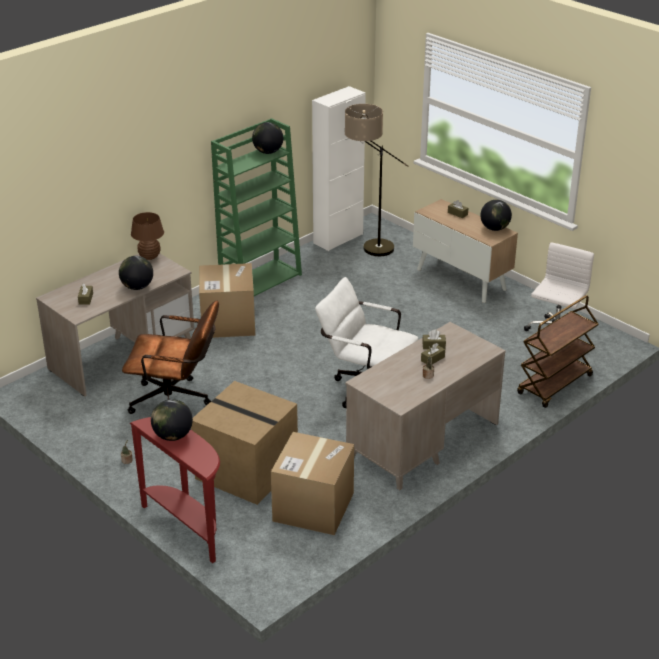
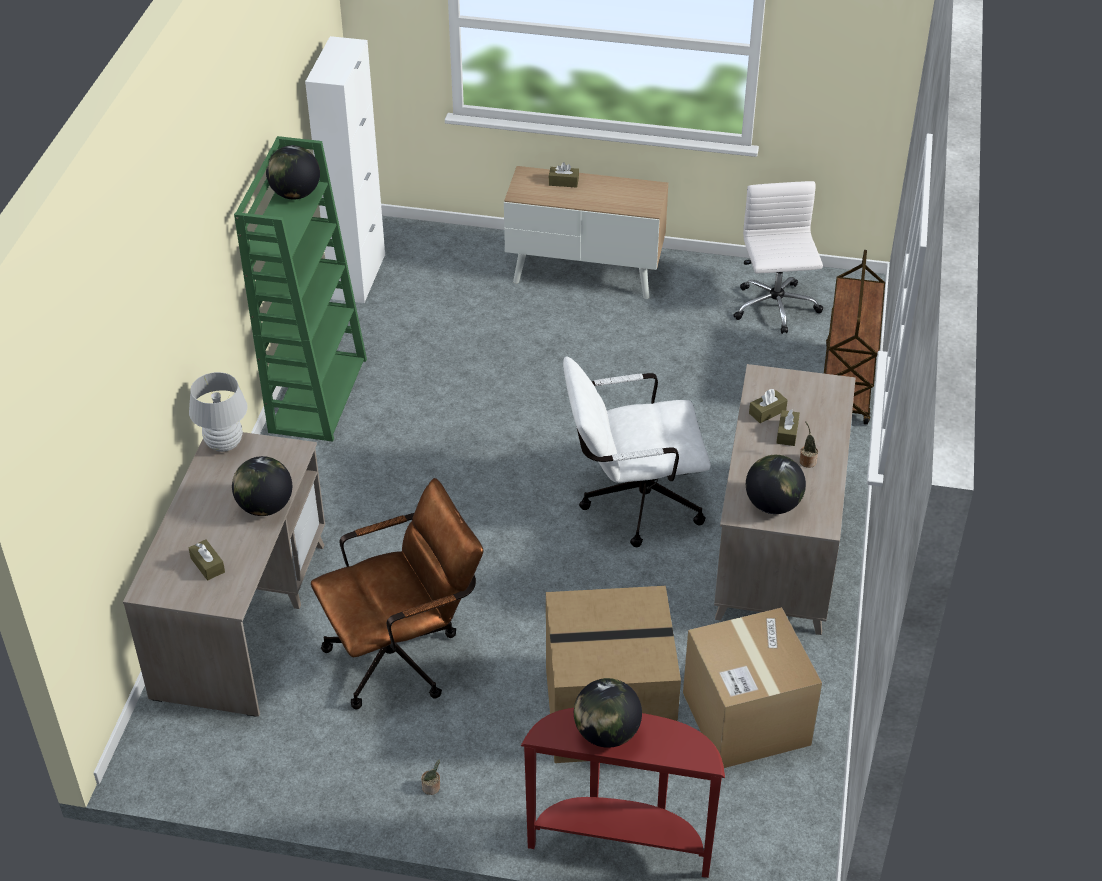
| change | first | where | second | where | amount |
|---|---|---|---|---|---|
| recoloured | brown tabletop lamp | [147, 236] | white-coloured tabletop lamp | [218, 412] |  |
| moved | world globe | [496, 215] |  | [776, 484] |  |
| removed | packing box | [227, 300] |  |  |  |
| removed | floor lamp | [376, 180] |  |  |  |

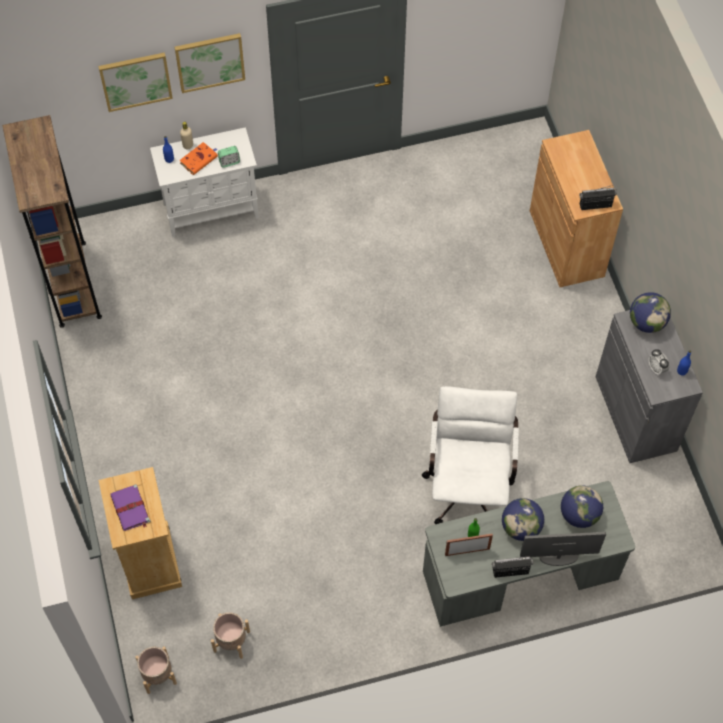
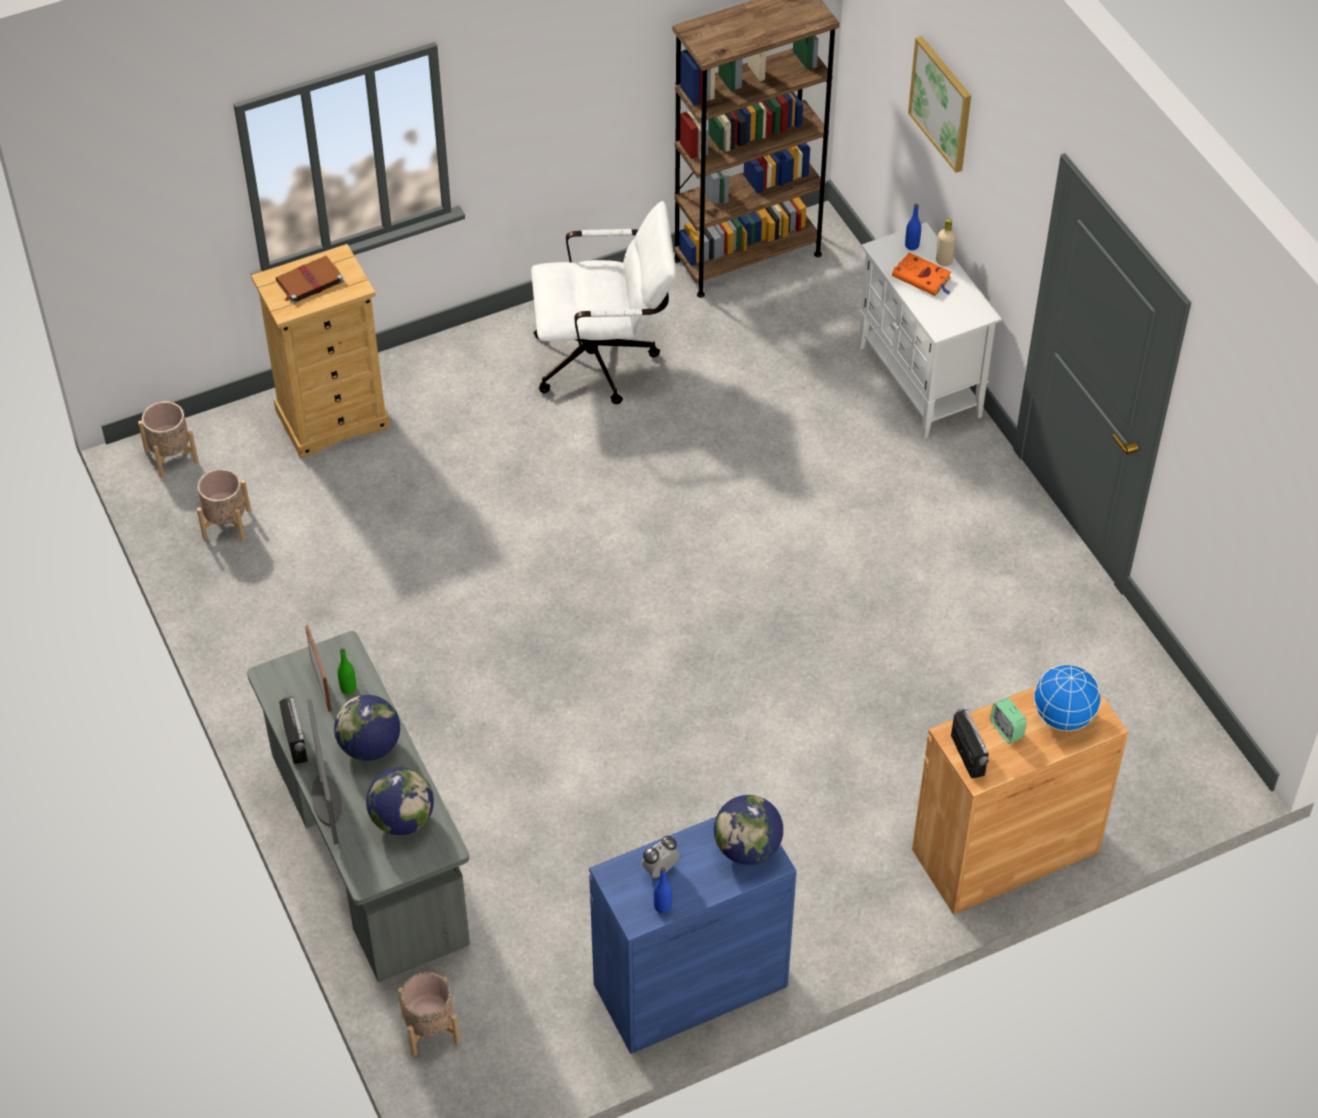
| change | first | where | second | where | amount |
|---|---|---|---|---|---|
| recoloured | purple volume | [130, 507] | brown volume | [310, 280] |  |
| added |  |  | sand-coloured flower pot | [429, 1014] |  |
| moved | white-coloured desk chair | [470, 455] |  | [603, 302] |  |
| recoloured | grey storage cabinet | [649, 386] | bluish storage cabinet | [693, 935] |  |
| moved | table clock | [229, 157] |  | [1008, 721] |  |
| added |  |  | world globe | [1067, 697] |  |
| removed | wall art | [210, 63] |  |  |  |

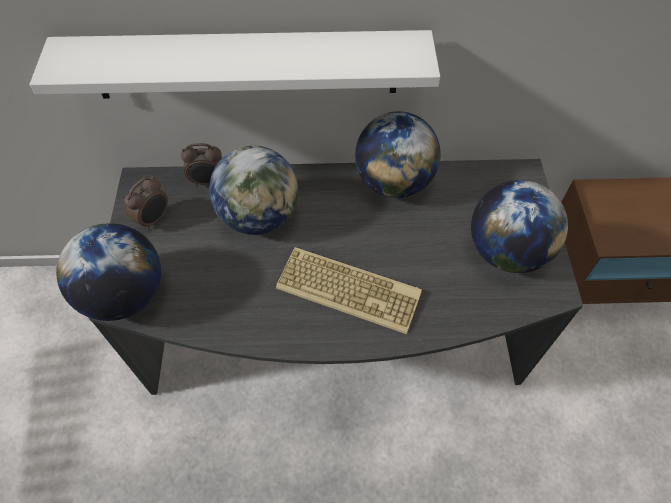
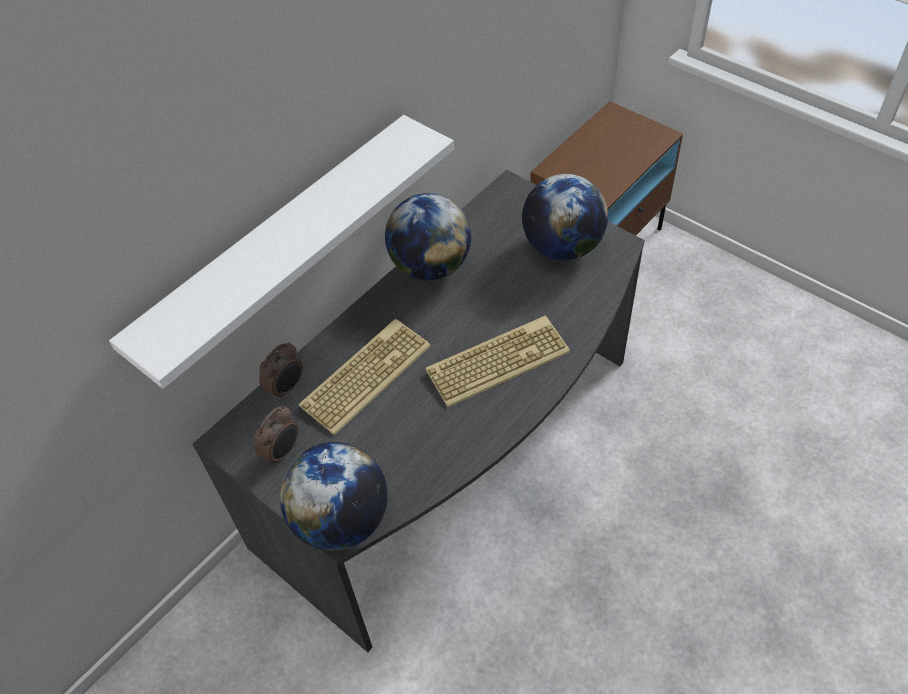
| change | first | where | second | where | amount |
|---|---|---|---|---|---|
| turned | table clock | [146, 203] |  | [276, 435] | 45 degrees clockwise |
| replaced | world globe | [253, 190] | keyboard | [365, 377] |  |

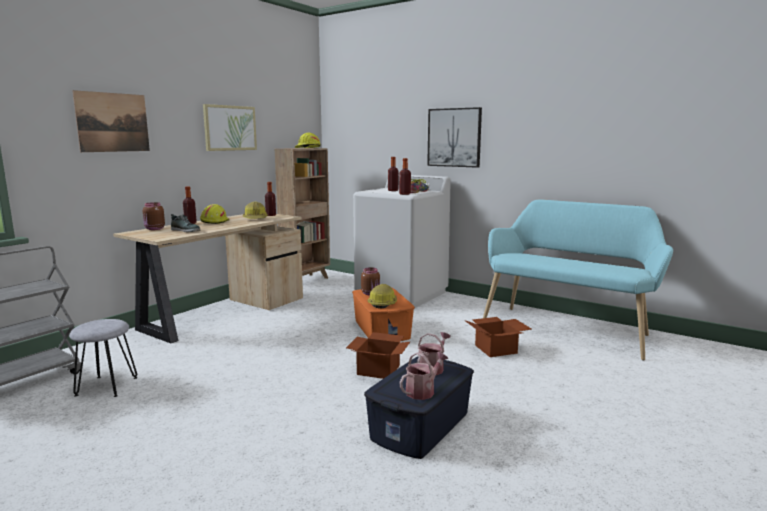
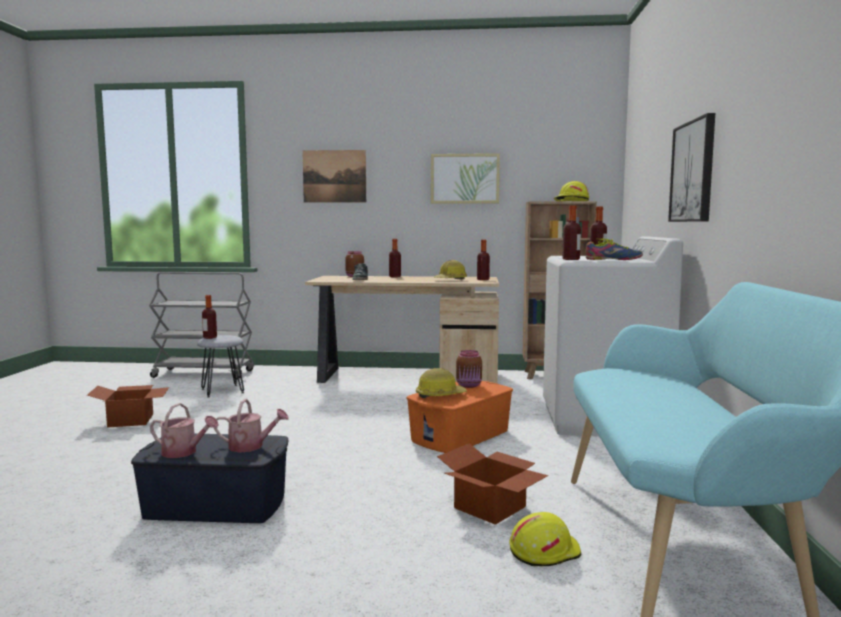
| change | first | where | second | where | amount |
|---|---|---|---|---|---|
| moved | packing box | [378, 355] |  | [128, 406] |  |
| added |  |  | drink bottle | [209, 317] |  |
| moved | yellow-coloured hard hat | [214, 214] |  | [545, 539] |  |

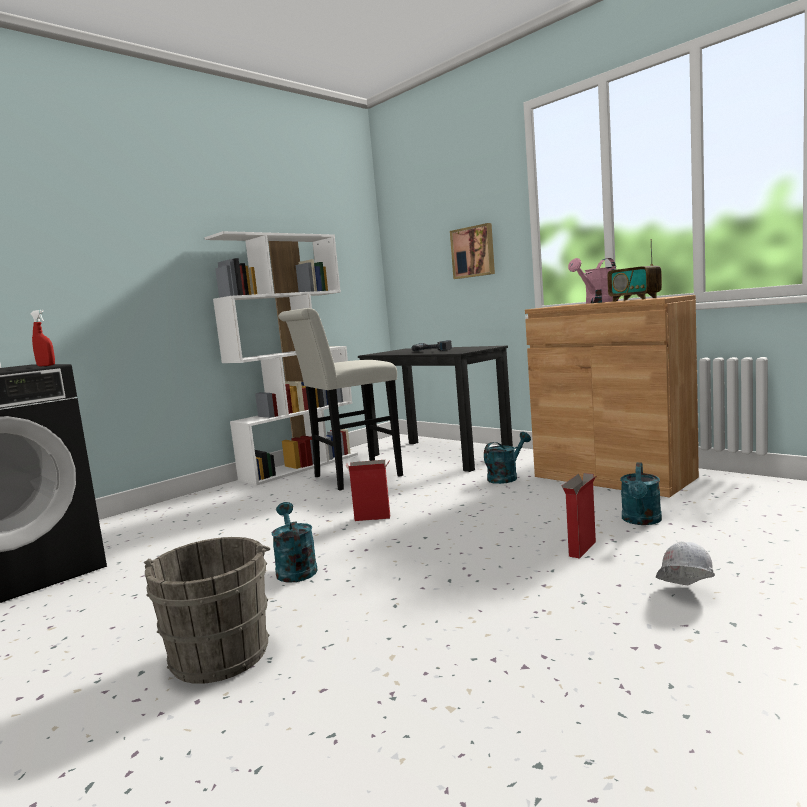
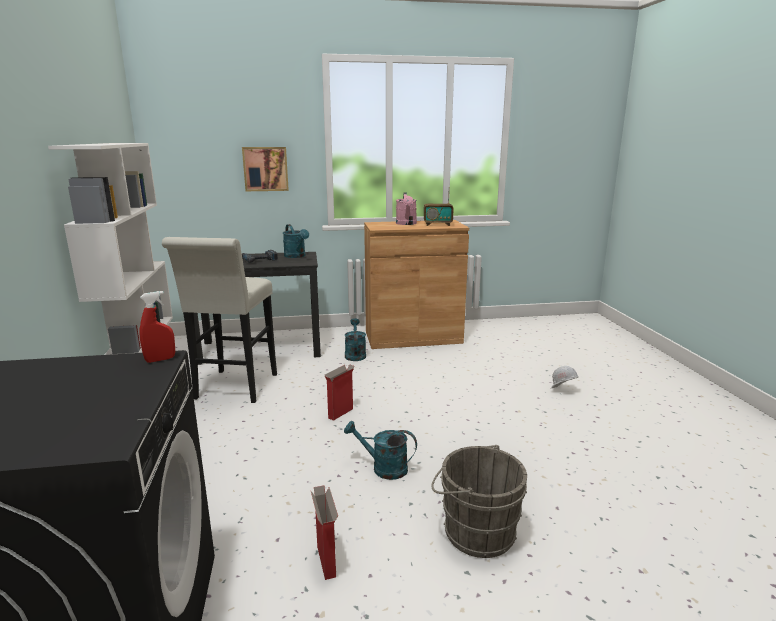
| change | first | where | second | where | amount |
|---|---|---|---|---|---|
| moved | turquoise watering can | [641, 494] |  | [296, 241] |  |
| moved | packing box | [579, 516] |  | [324, 532] |  |

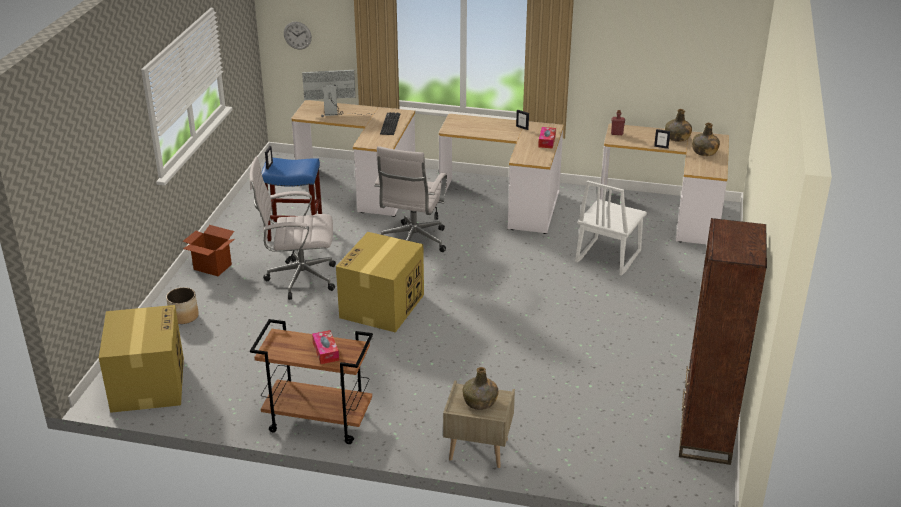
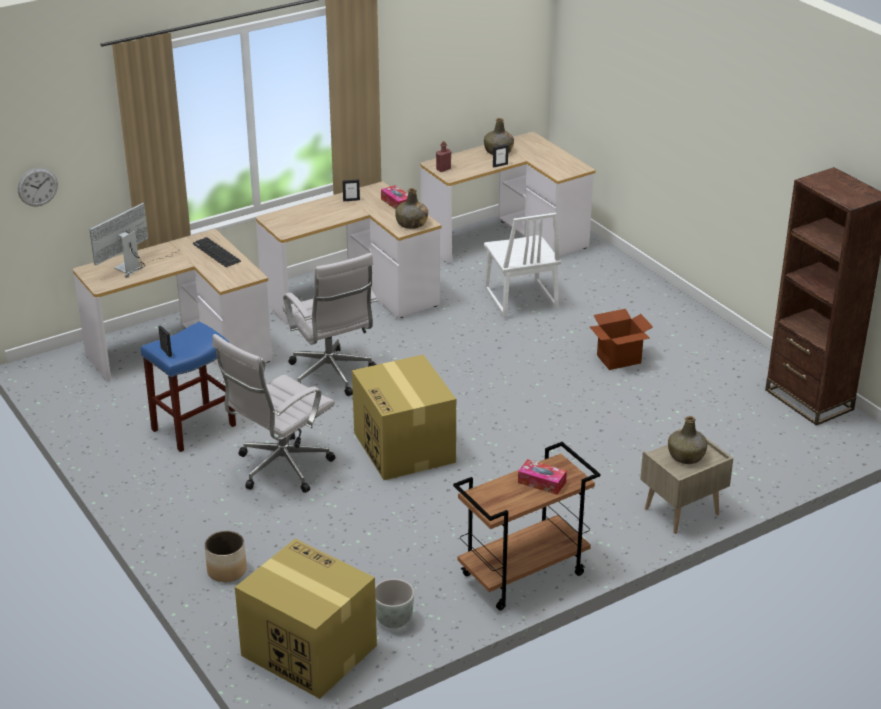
| change | first | where | second | where | amount |
|---|---|---|---|---|---|
| added |  |  | grey flower pot | [394, 603] |  |
| moved | green drink bottle | [706, 139] |  | [411, 208] |  |
| moved | packing box | [208, 250] |  | [621, 339] |  |

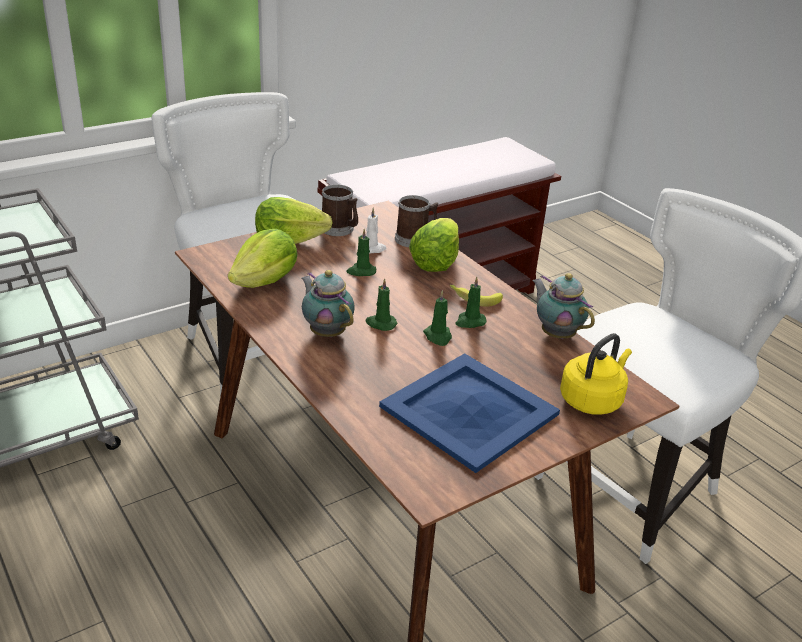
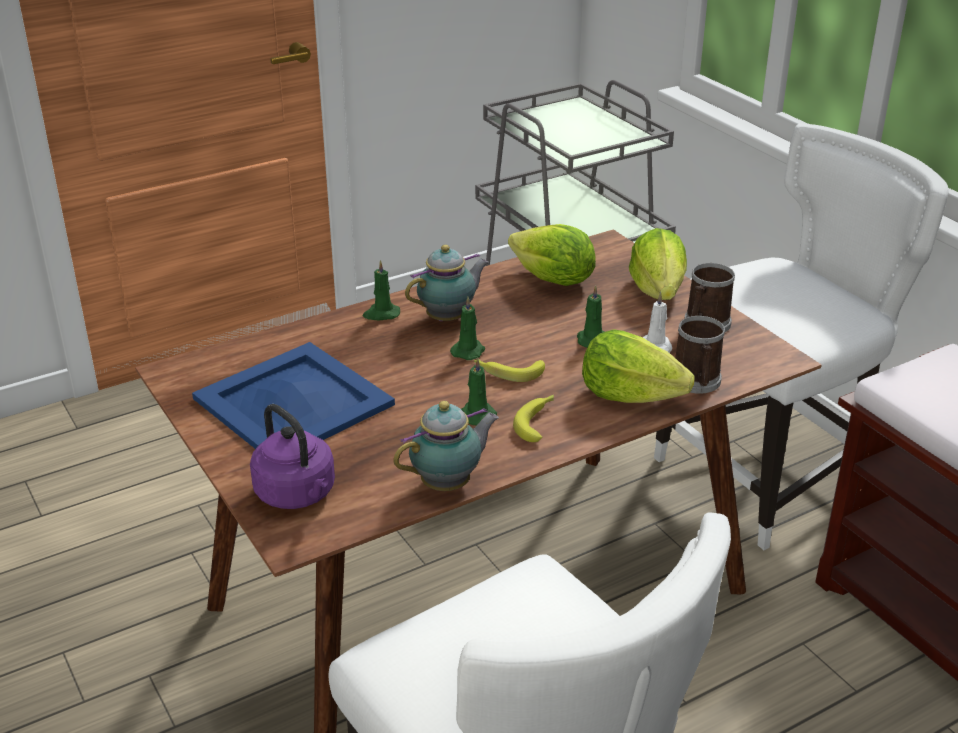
| change | first | where | second | where | amount |
|---|---|---|---|---|---|
| recoloured | yellow-coloured water kettle | [596, 374] | purple water kettle | [292, 456] |  |
| moved | green wax candle | [437, 318] |  | [381, 290] |  |
| added |  |  | banana fruit | [509, 371] |  |

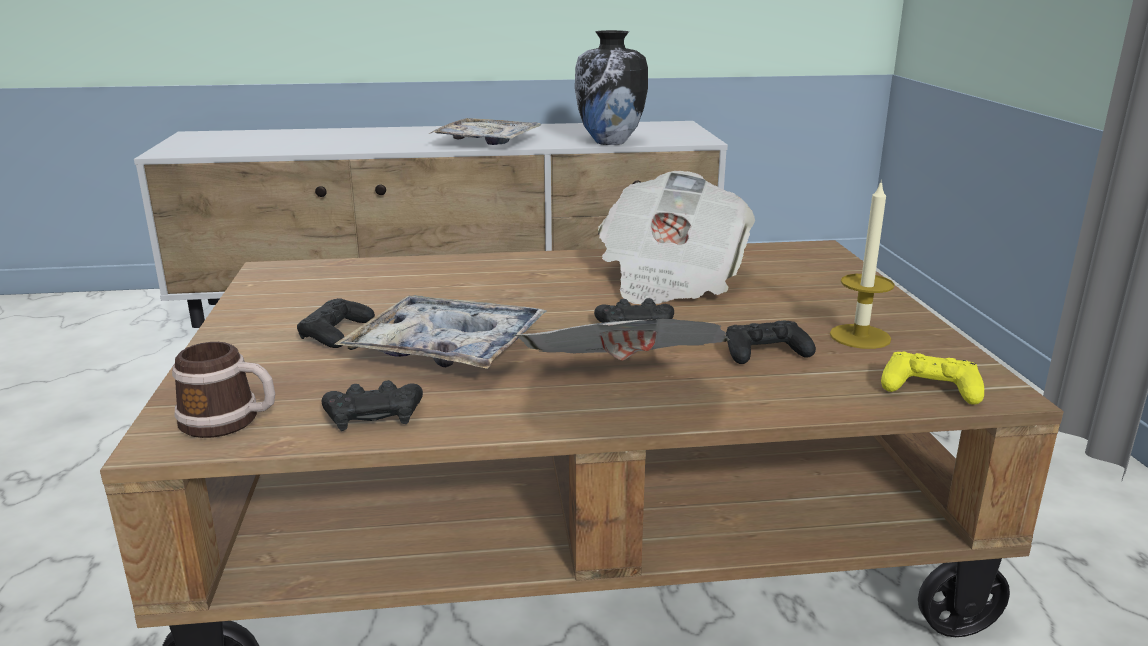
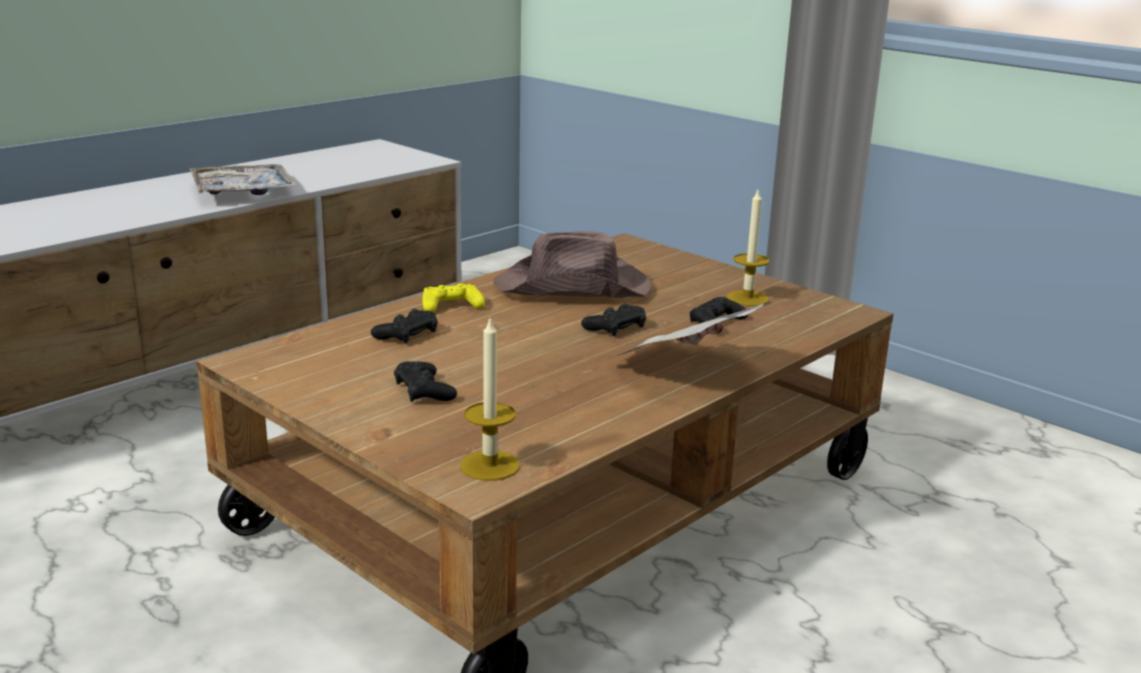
| change | first | where | second | where | amount |
|---|---|---|---|---|---|
| moved | black-coloured gamepad | [372, 405] |  | [404, 326] |  |
| moved | yellow-coloured gamepad | [932, 378] |  | [454, 297] |  |
| replaced | coffee mug | [223, 390] | wax candle | [490, 398] |  |
| replaced | newspaper | [676, 237] | brown hat | [572, 264] |  |
| removed | tray | [440, 332] |  |  |  |
| removed | vase | [611, 87] |  |  |  |

